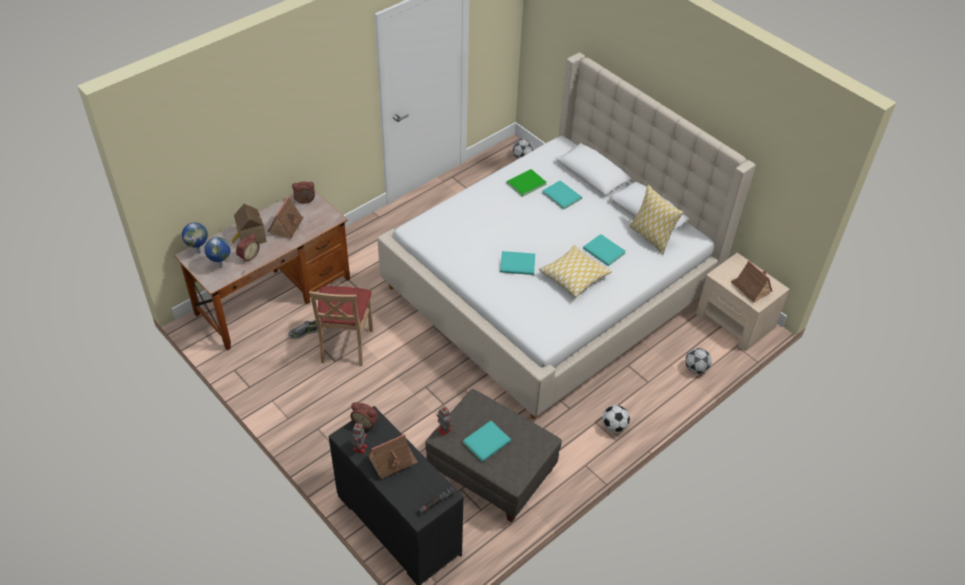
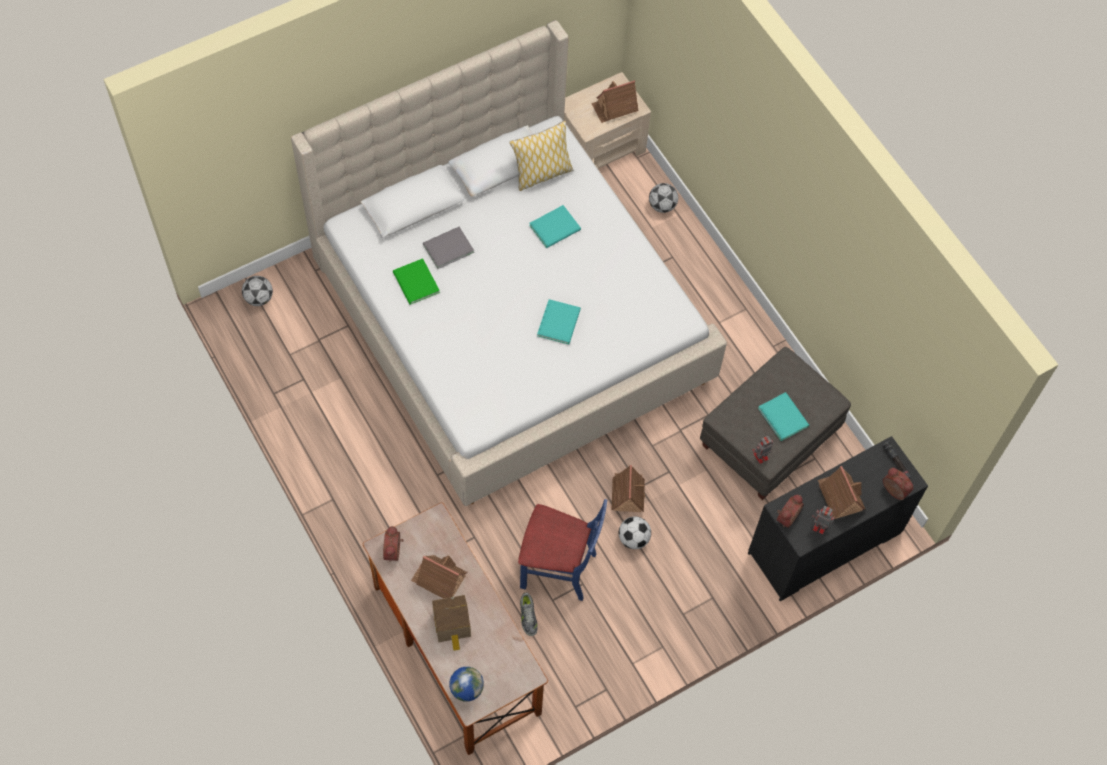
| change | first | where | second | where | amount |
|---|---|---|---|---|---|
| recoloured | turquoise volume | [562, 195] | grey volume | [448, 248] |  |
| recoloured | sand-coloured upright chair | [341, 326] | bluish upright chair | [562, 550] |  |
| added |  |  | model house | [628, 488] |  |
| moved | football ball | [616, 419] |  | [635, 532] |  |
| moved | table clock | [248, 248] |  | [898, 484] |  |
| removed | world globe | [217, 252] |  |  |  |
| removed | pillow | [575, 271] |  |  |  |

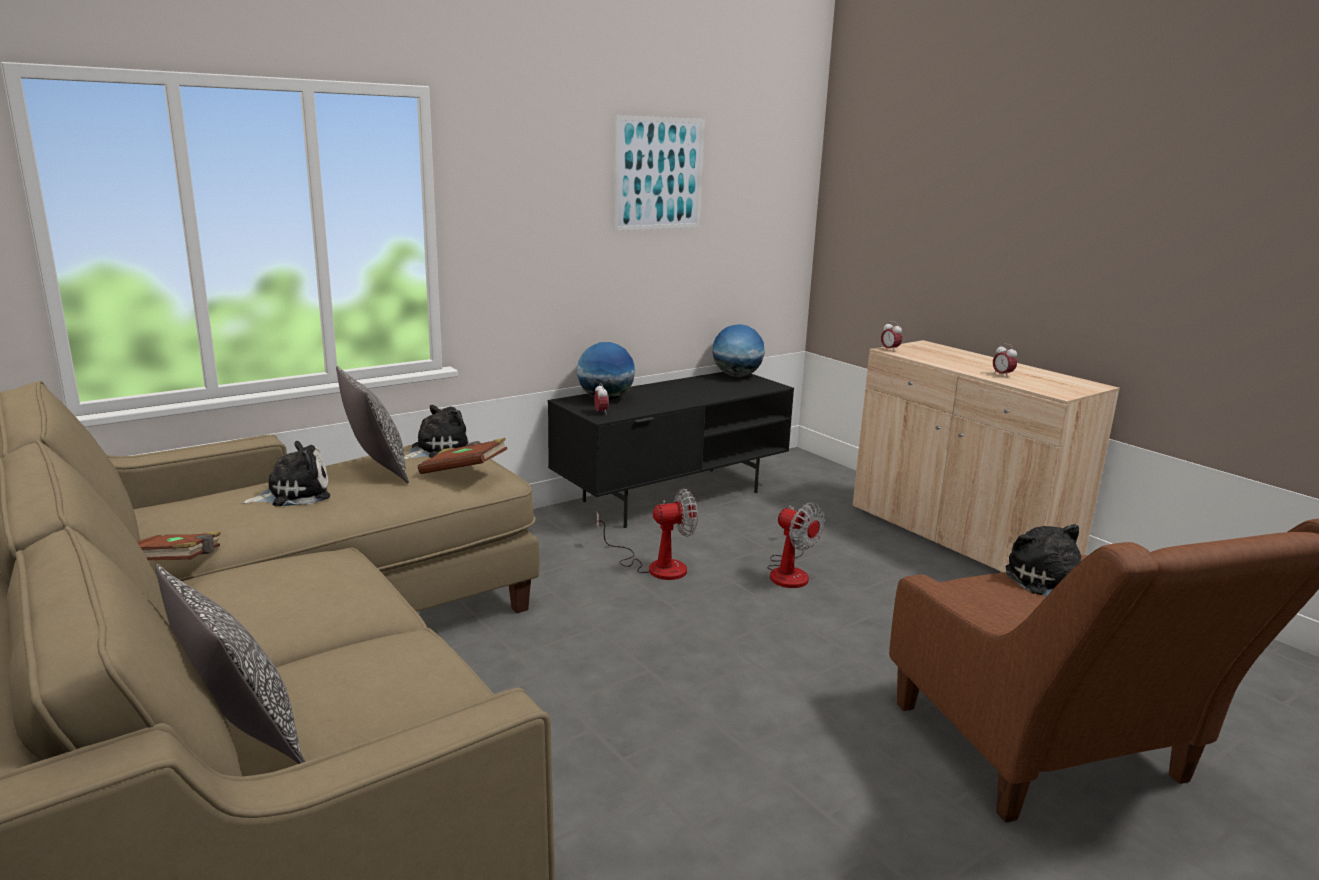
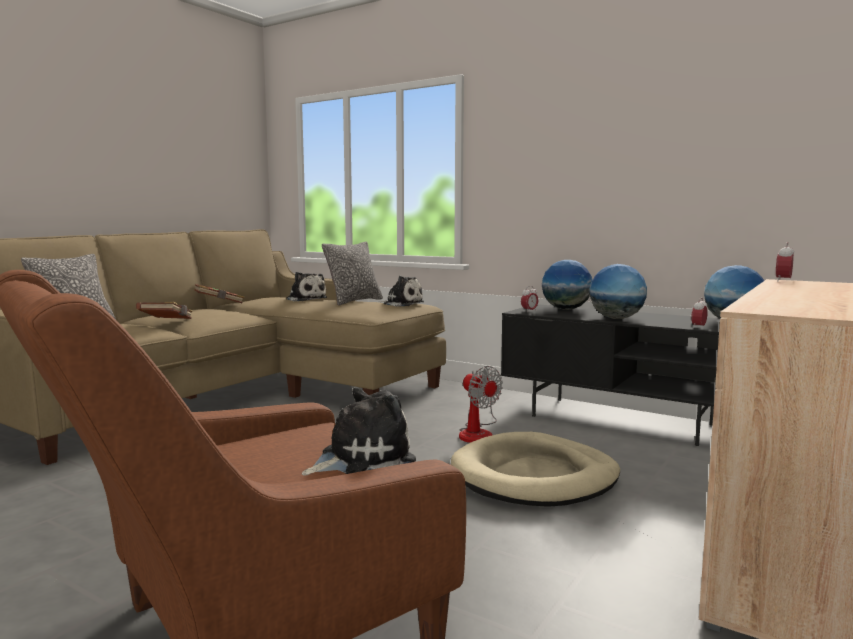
| change | first | where | second | where | amount |
|---|---|---|---|---|---|
| moved | brown volume | [462, 456] |  | [164, 310] |  |
| replaced | fan | [796, 545] | sand-coloured pet bed | [535, 469] |  |
| added |  |  | world globe | [618, 291] |  |
| moved | table clock | [1005, 360] |  | [699, 313] |  |
| removed | wall art | [659, 173] |  |  |  |

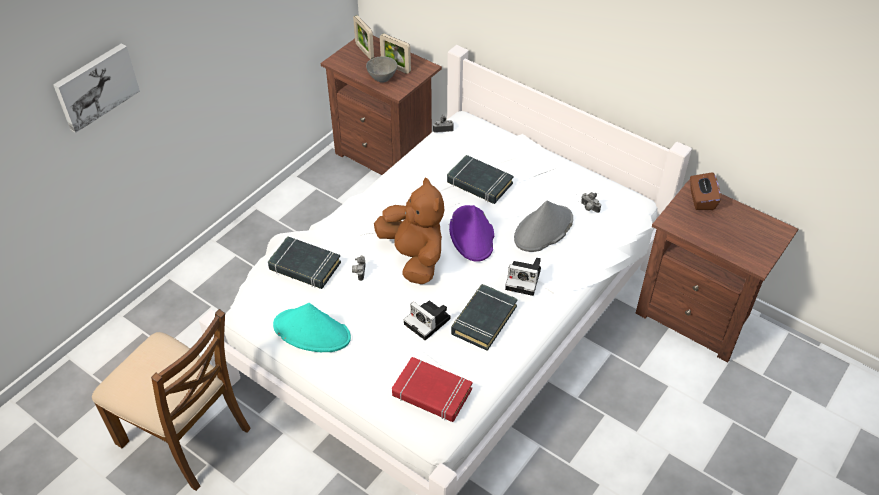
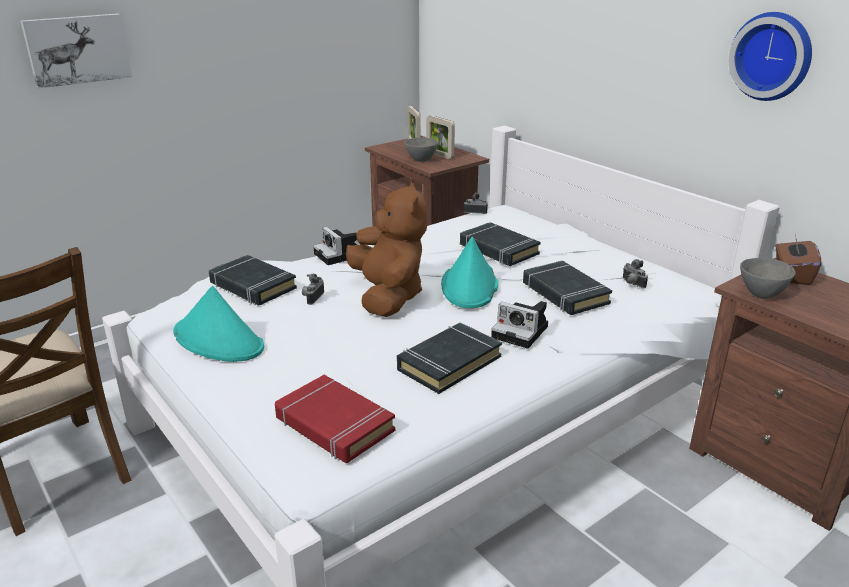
| change | first | where | second | where | amount |
|---|---|---|---|---|---|
| moved | still camera | [427, 320] |  | [335, 246] |  |
| recoloured | purple hat | [471, 233] | turquoise hat | [469, 272] |  |
| replaced | grey hat | [543, 226] | black-coloured volume | [567, 288] |  |
| added |  |  | hanging clock | [770, 56] |  |
| added |  |  | grey bowl | [768, 278] |  |

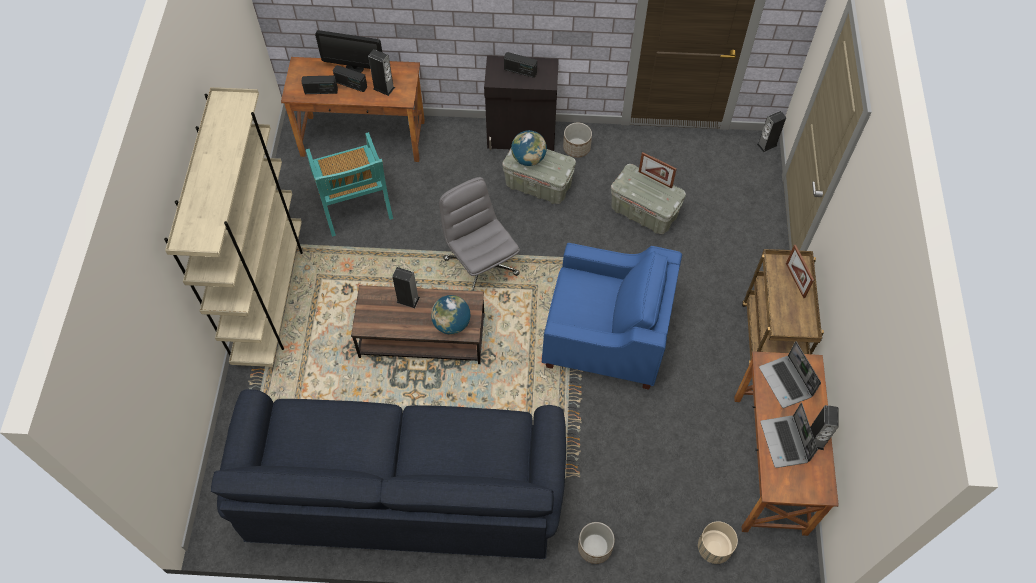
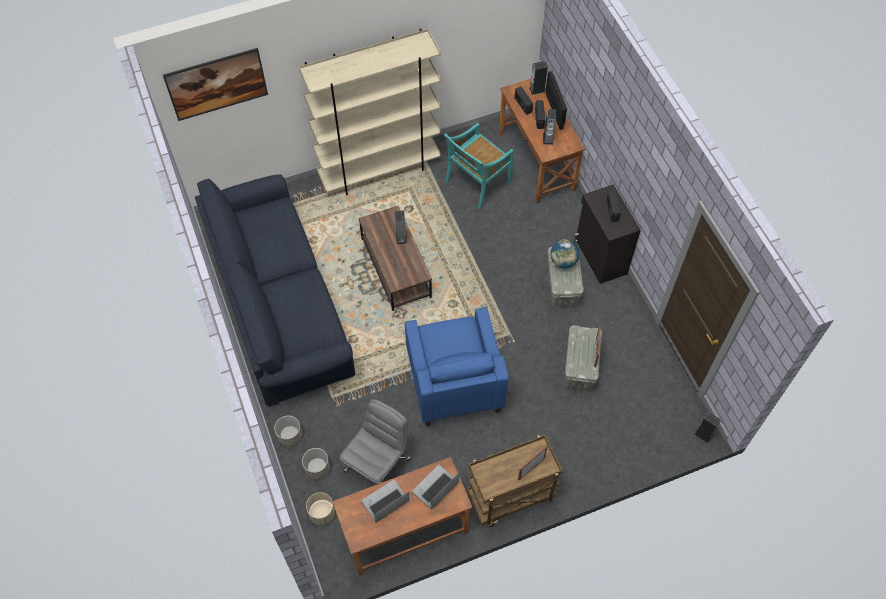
| change | first | where | second | where | amount |
|---|---|---|---|---|---|
| added |  |  | wall art | [215, 84] |  |
| moved | flower pot | [577, 140] |  | [316, 464] |  |
| moved | grey desk chair | [479, 234] |  | [375, 441] |  |
| moved | speaker | [824, 427] |  | [538, 78] |  |
| removed | world globe | [450, 314] |  |  |  |

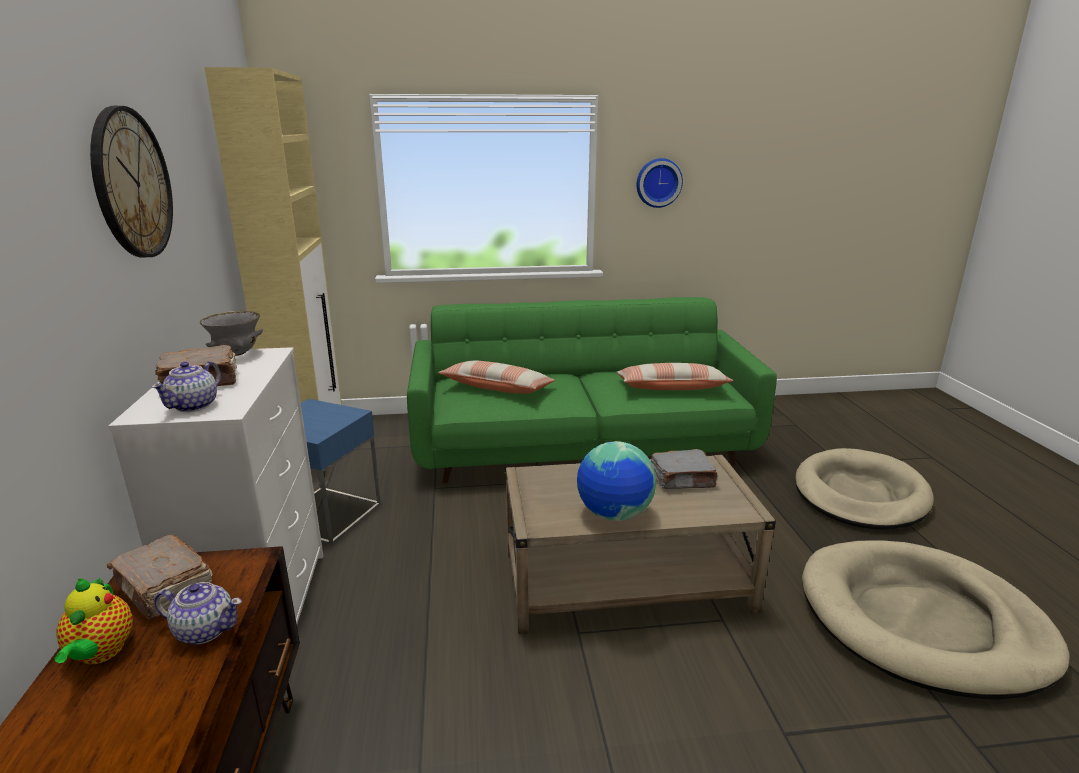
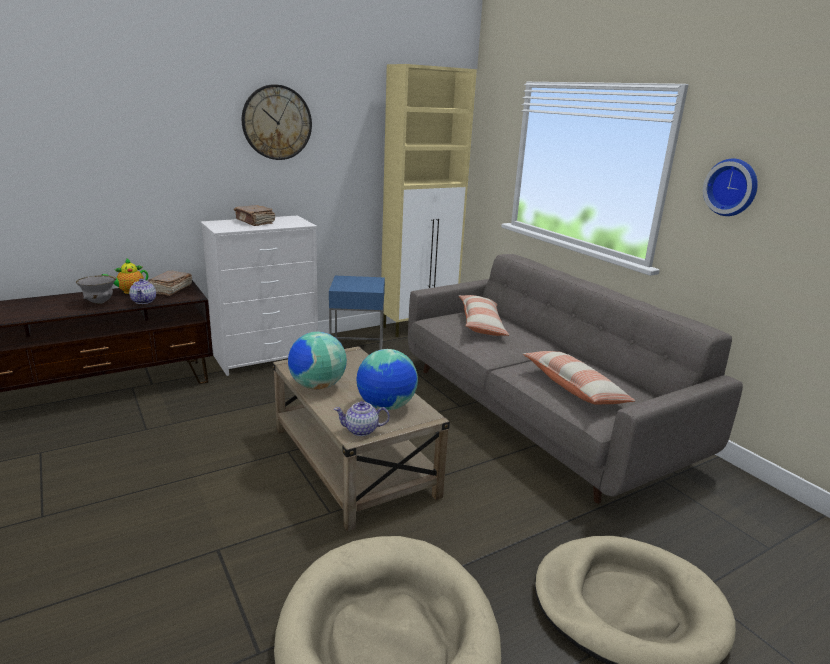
| change | first | where | second | where | amount |
|---|---|---|---|---|---|
| moved | grey bowl | [231, 333] |  | [96, 289] |  |
| moved | pot for tea | [186, 386] |  | [362, 418] |  |
| replaced | grey volume | [684, 469] | world globe | [387, 379] |  |
| recoloured | green couch | [592, 390] | grey couch | [575, 379] |  |

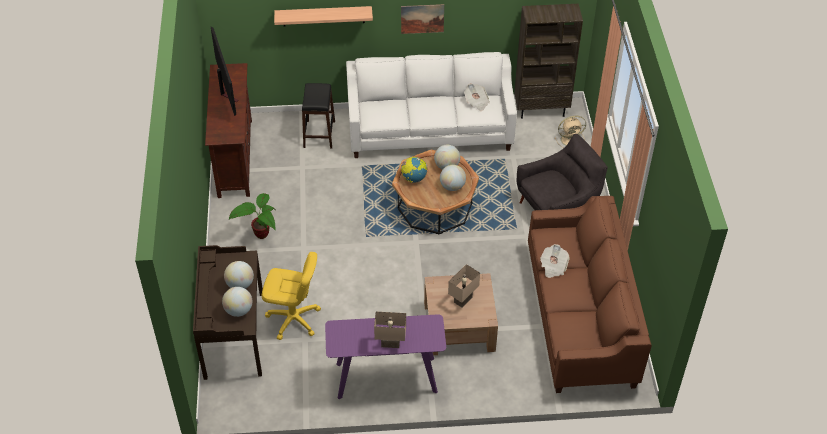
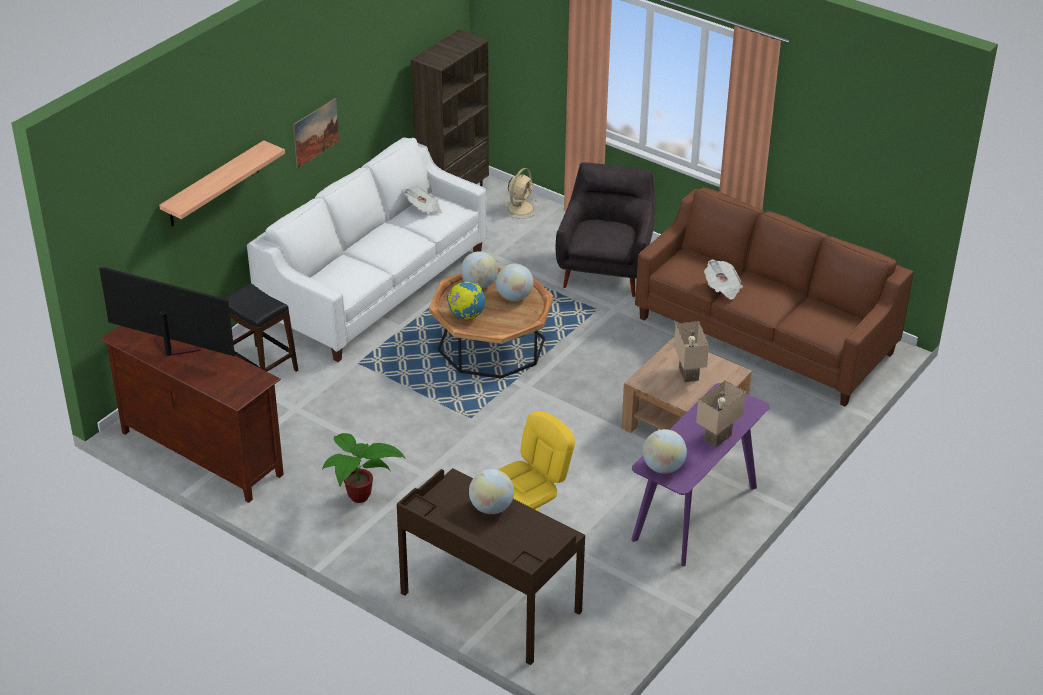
| change | first | where | second | where | amount |
|---|---|---|---|---|---|
| moved | world globe | [237, 302] |  | [665, 451] |  |

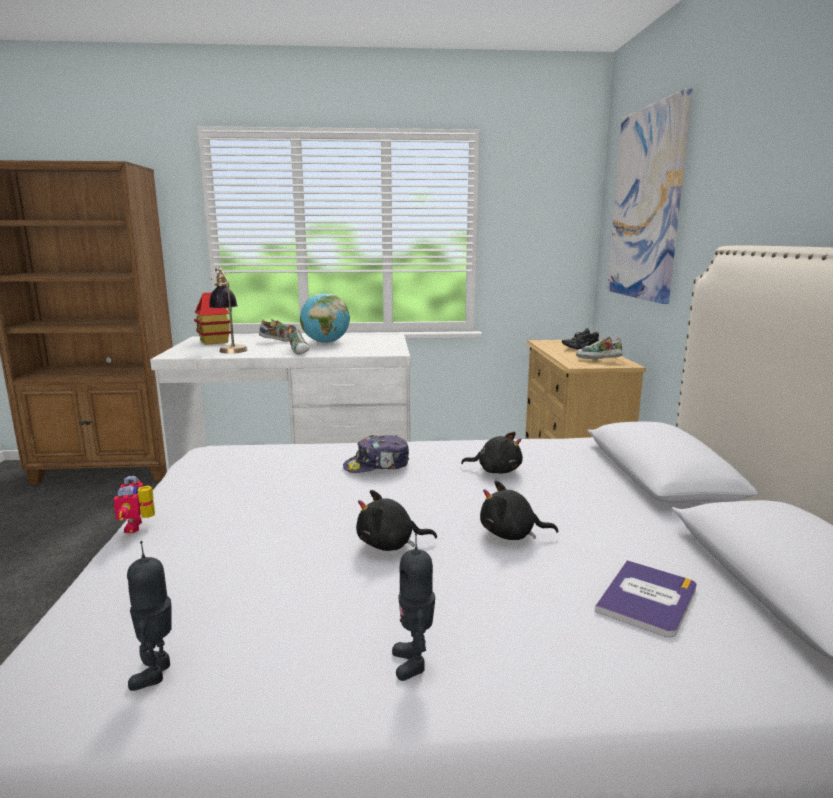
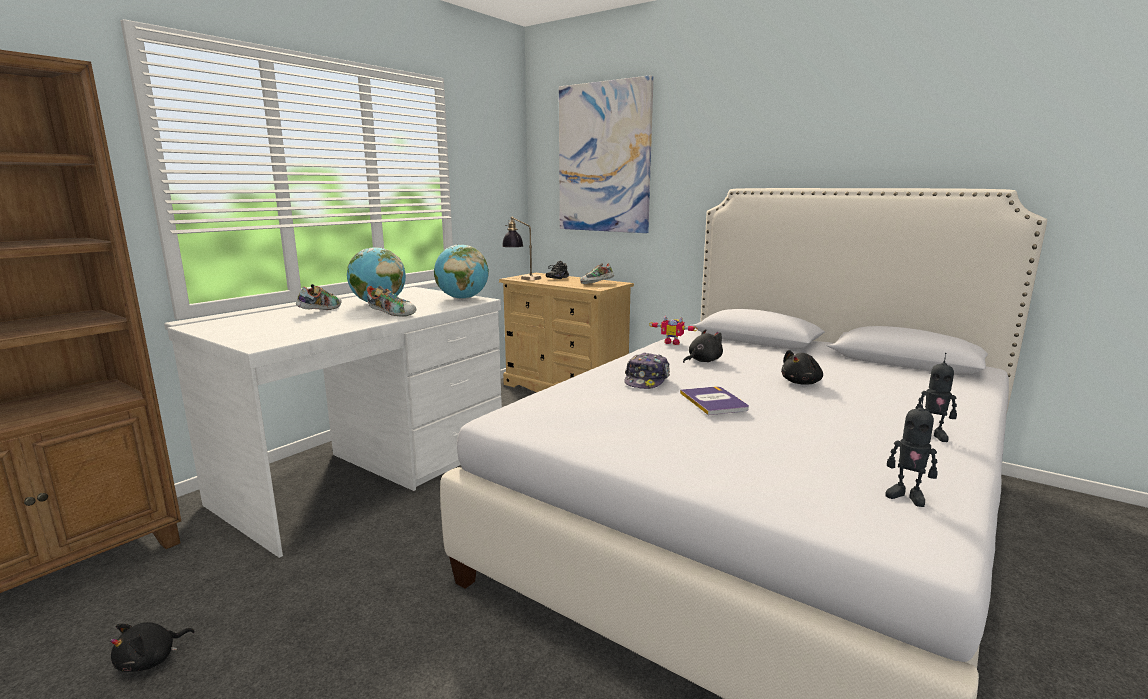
| change | first | where | second | where | amount |
|---|---|---|---|---|---|
| moved | black-coloured cuddly toy | [396, 520] |  | [152, 647] |  |
| added |  |  | world globe | [461, 272] |  |
| moved | tabletop lamp | [228, 310] |  | [521, 248] |  |
| moved | model robot | [134, 504] |  | [673, 330] |  |
| moved | volume | [646, 598] |  | [714, 400] |  |
| removed | model house | [212, 319] |  |  |  |

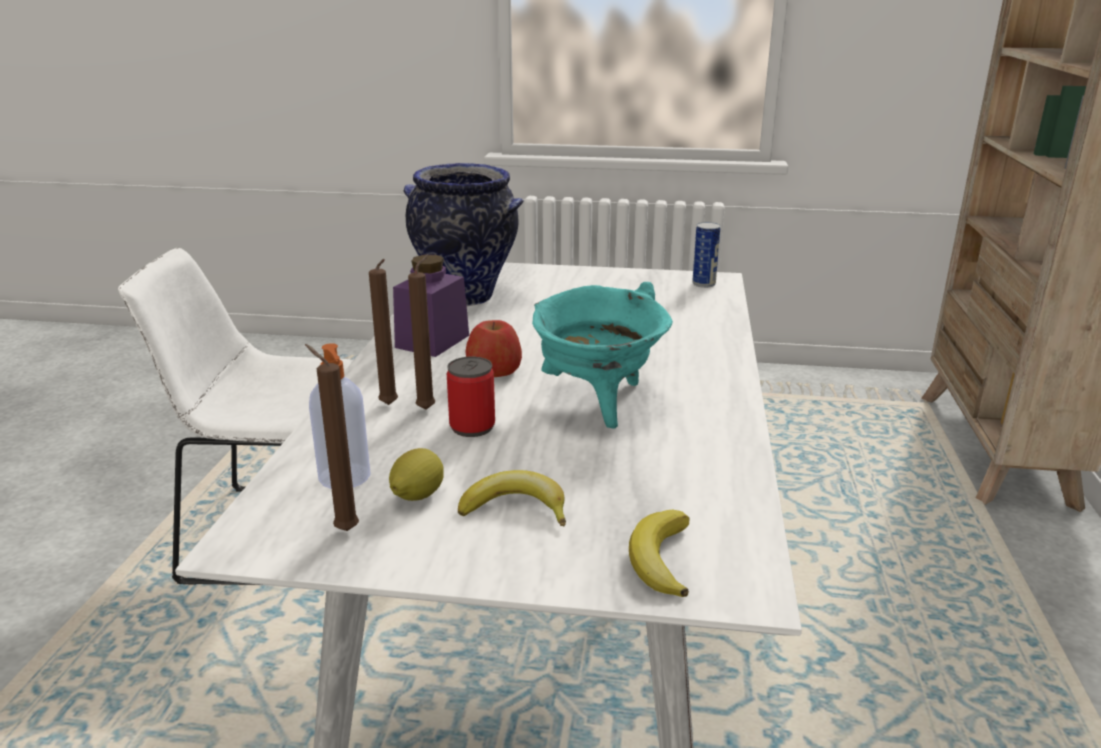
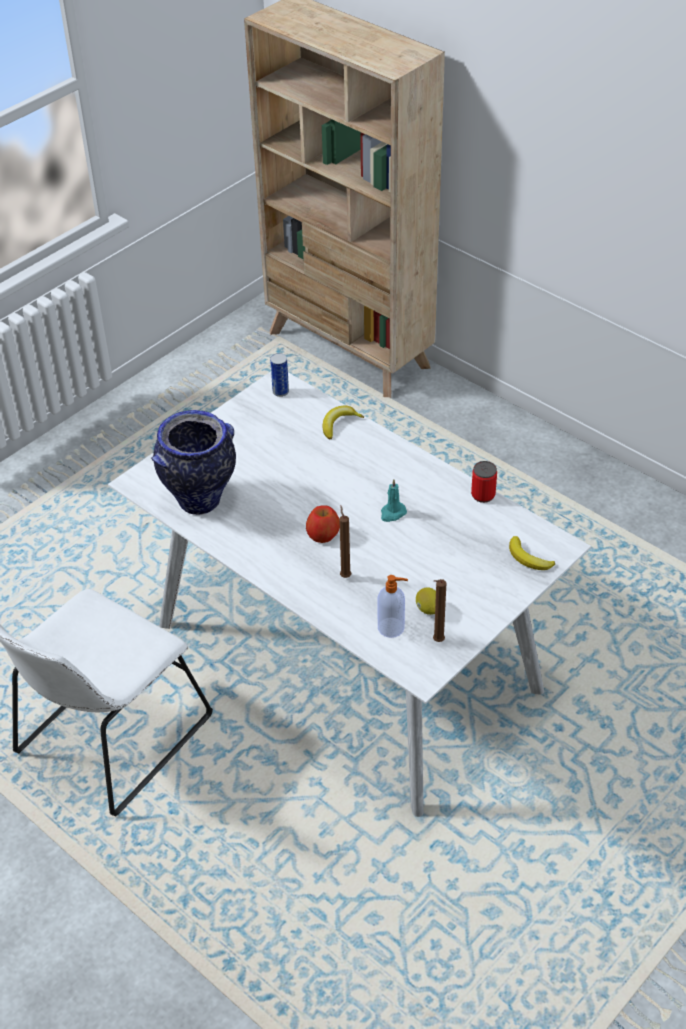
| change | first | where | second | where | amount |
|---|---|---|---|---|---|
| moved | banana fruit | [512, 498] |  | [343, 422] |  |
| replaced | turquoise cooking pot | [602, 355] | turquoise wax candle | [394, 500] |  |
| moved | metal can | [471, 397] |  | [484, 482] |  |
| removed | brown wax candle | [383, 332] |  |  |  |
| removed | purple preserve jar | [431, 306] |  |  |  |

